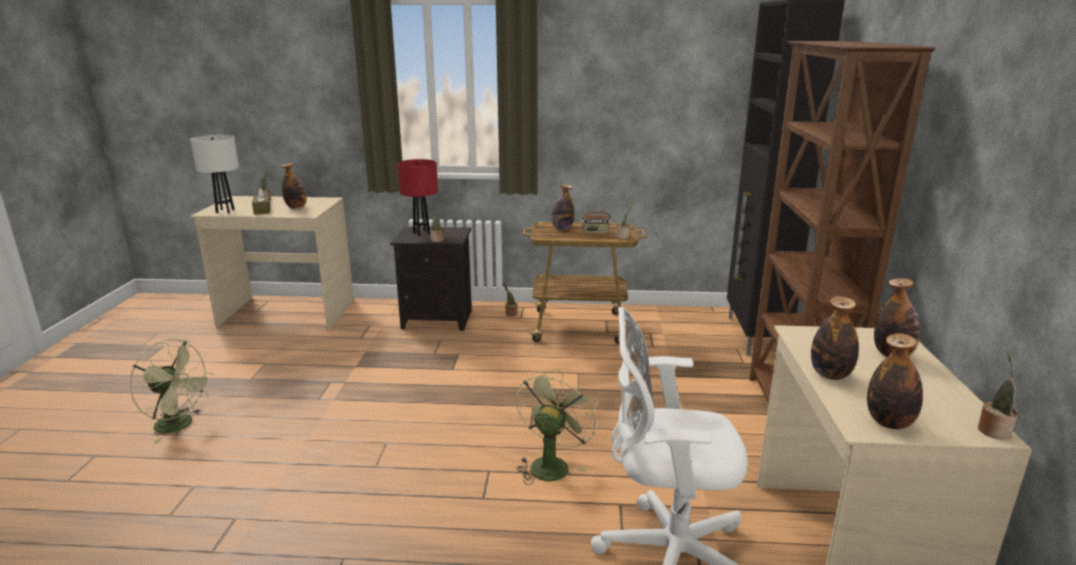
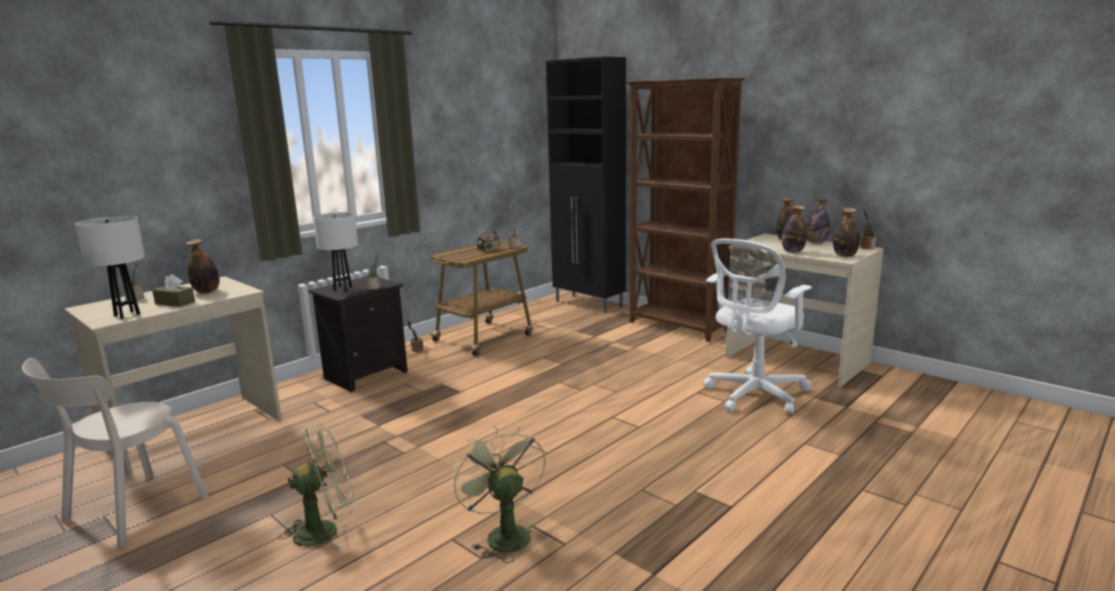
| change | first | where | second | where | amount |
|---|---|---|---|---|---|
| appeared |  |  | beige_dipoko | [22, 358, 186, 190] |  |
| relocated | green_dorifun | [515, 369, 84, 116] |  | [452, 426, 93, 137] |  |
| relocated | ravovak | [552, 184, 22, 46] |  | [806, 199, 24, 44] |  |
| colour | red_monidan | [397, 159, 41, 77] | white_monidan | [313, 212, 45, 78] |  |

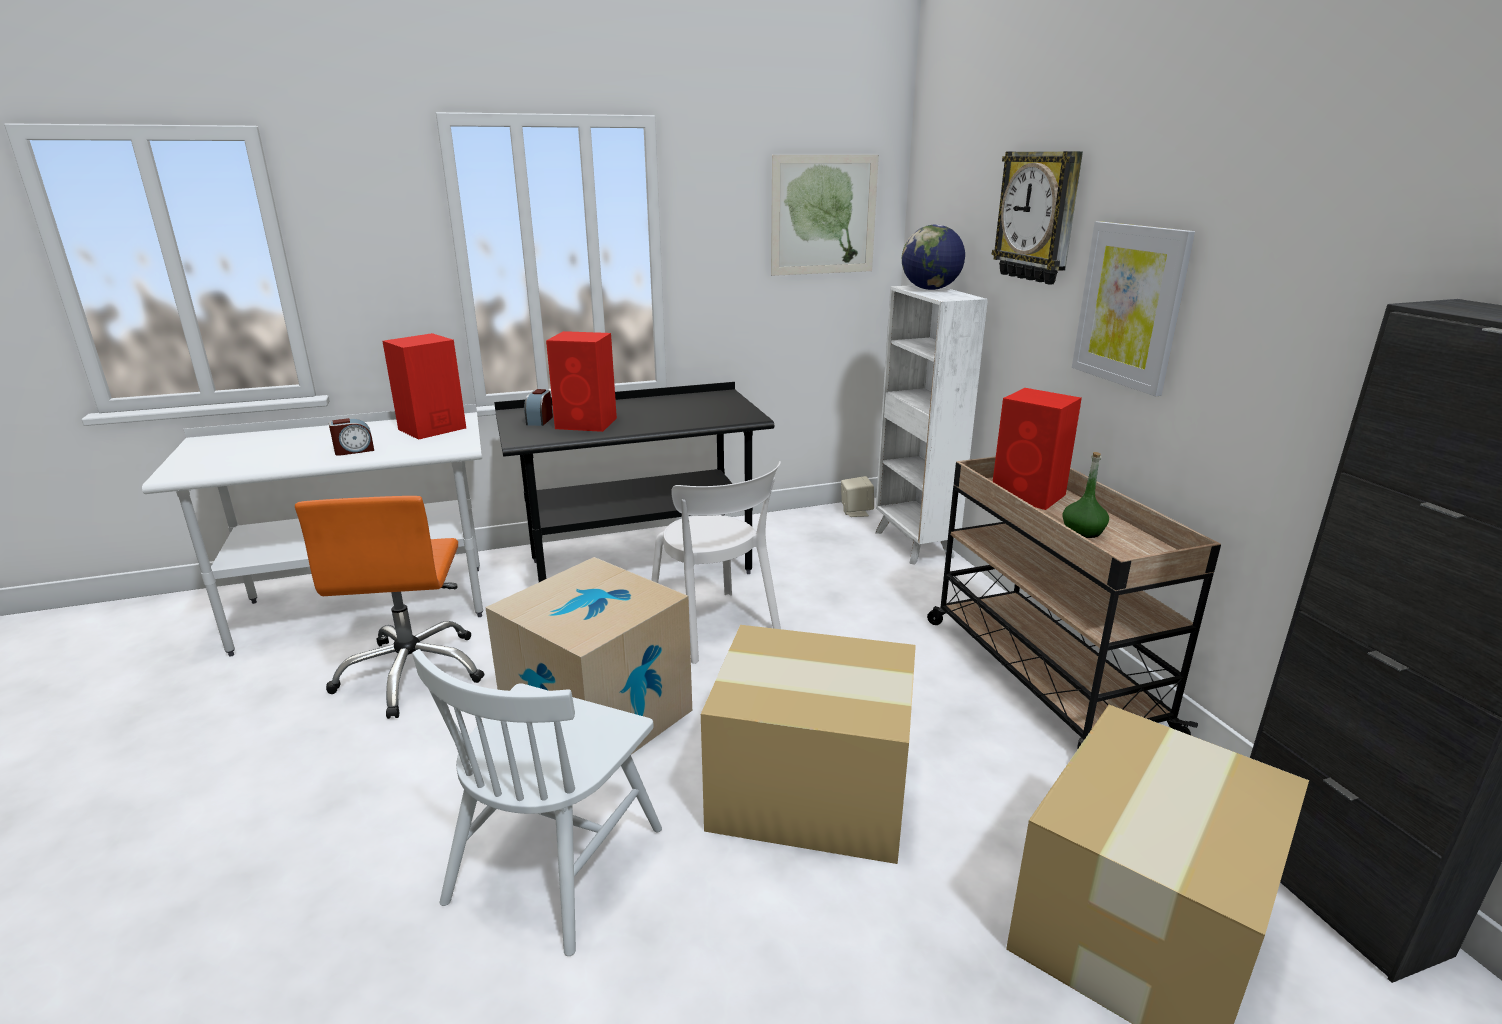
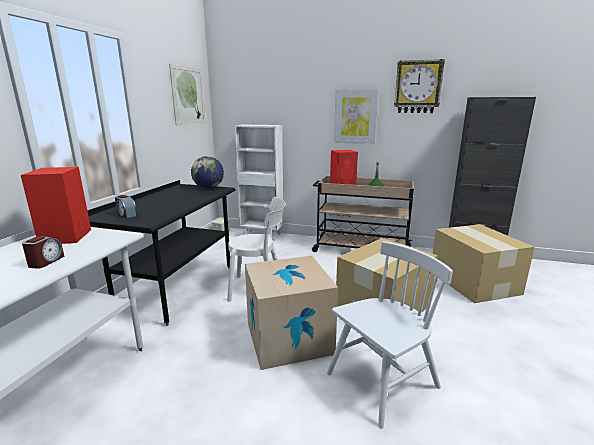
| change | first | where | second | where | amount |
|---|---|---|---|---|---|
| missing | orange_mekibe | [295, 496, 189, 223] |  |  |  |
| missing | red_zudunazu | [546, 331, 71, 101] |  |  |  |
| relocated | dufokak | [902, 225, 63, 65] |  | [191, 156, 33, 33] |  |
| relocated | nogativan | [992, 151, 91, 134] |  | [394, 59, 51, 54] |  |
| spun | white_dipoko | [412, 649, 250, 307] |  | [327, 241, 126, 187] | 90 degrees counterclockwise |

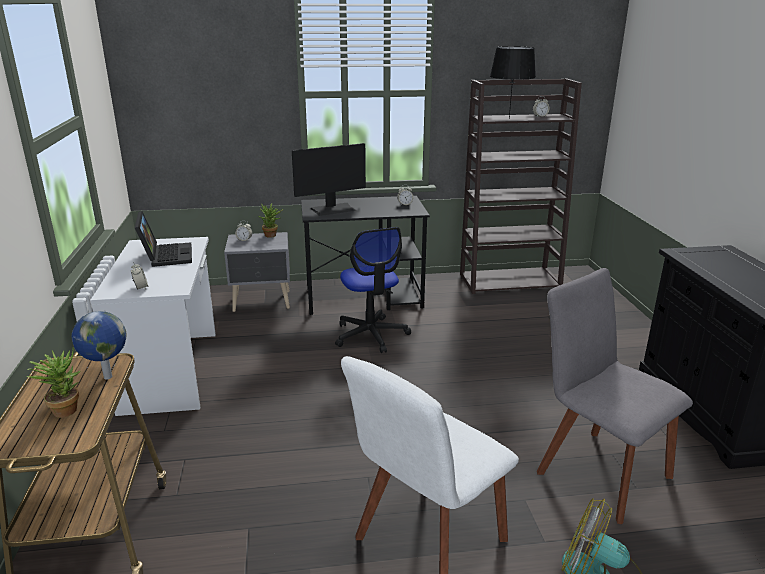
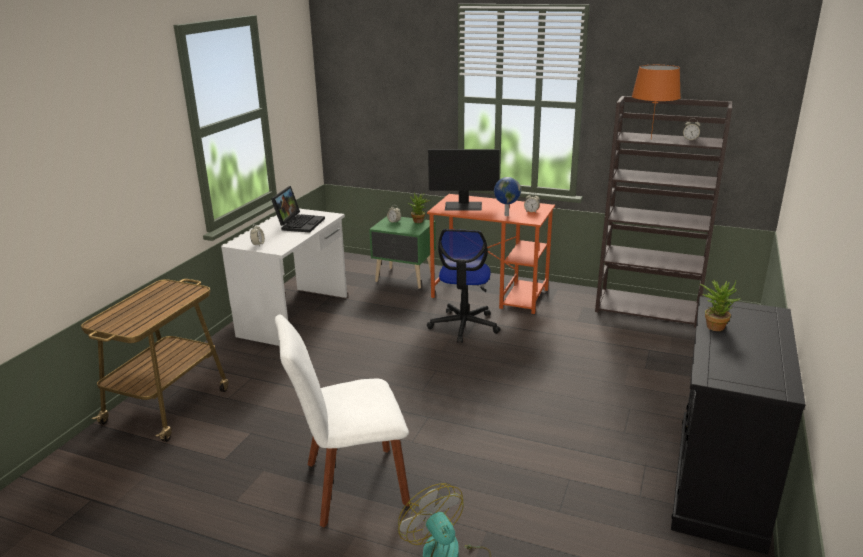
| change | first | where | second | where | amount |
|---|---|---|---|---|---|
| missing | grey_dipoko | [537, 268, 156, 256] |  |  |  |
| relocated | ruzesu | [27, 347, 53, 71] |  | [700, 279, 40, 52] |  |
| relocated | dufokak | [72, 311, 55, 69] |  | [494, 177, 27, 39] |  |
| colour | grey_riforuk | [224, 232, 66, 80] | green_riforuk | [369, 216, 67, 73] |  |
| colour | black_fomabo | [301, 196, 129, 119] | orange_fomabo | [427, 194, 128, 120] |  |
| colour | black_monidan | [490, 46, 46, 73] | orange_monidan | [632, 65, 49, 74] |  |

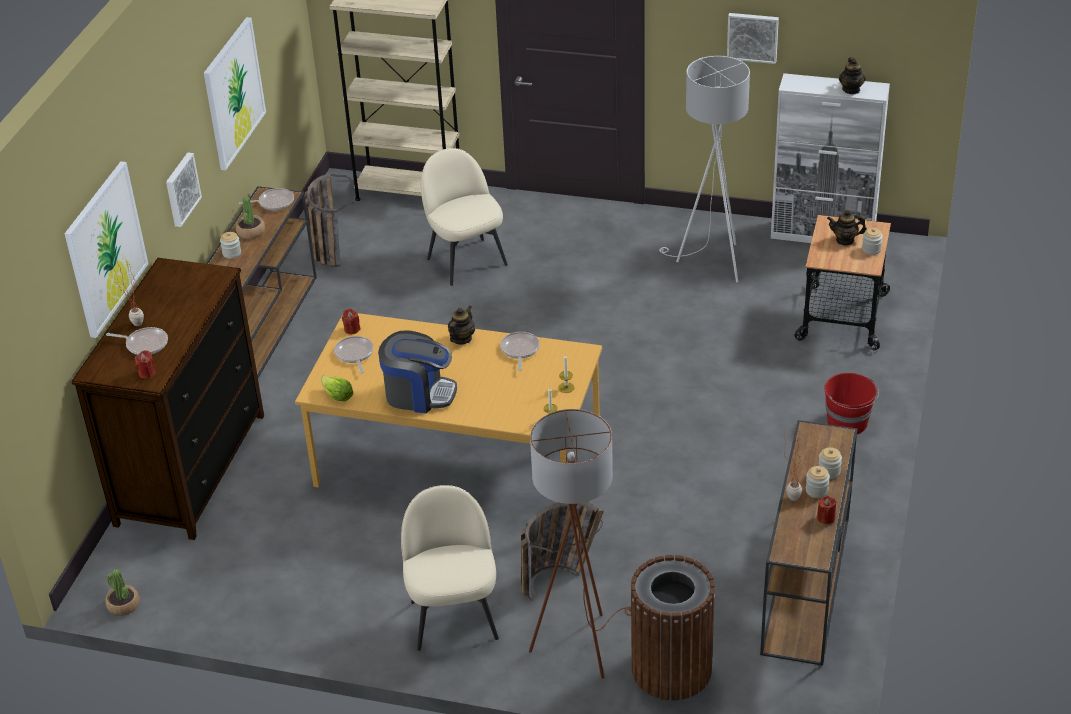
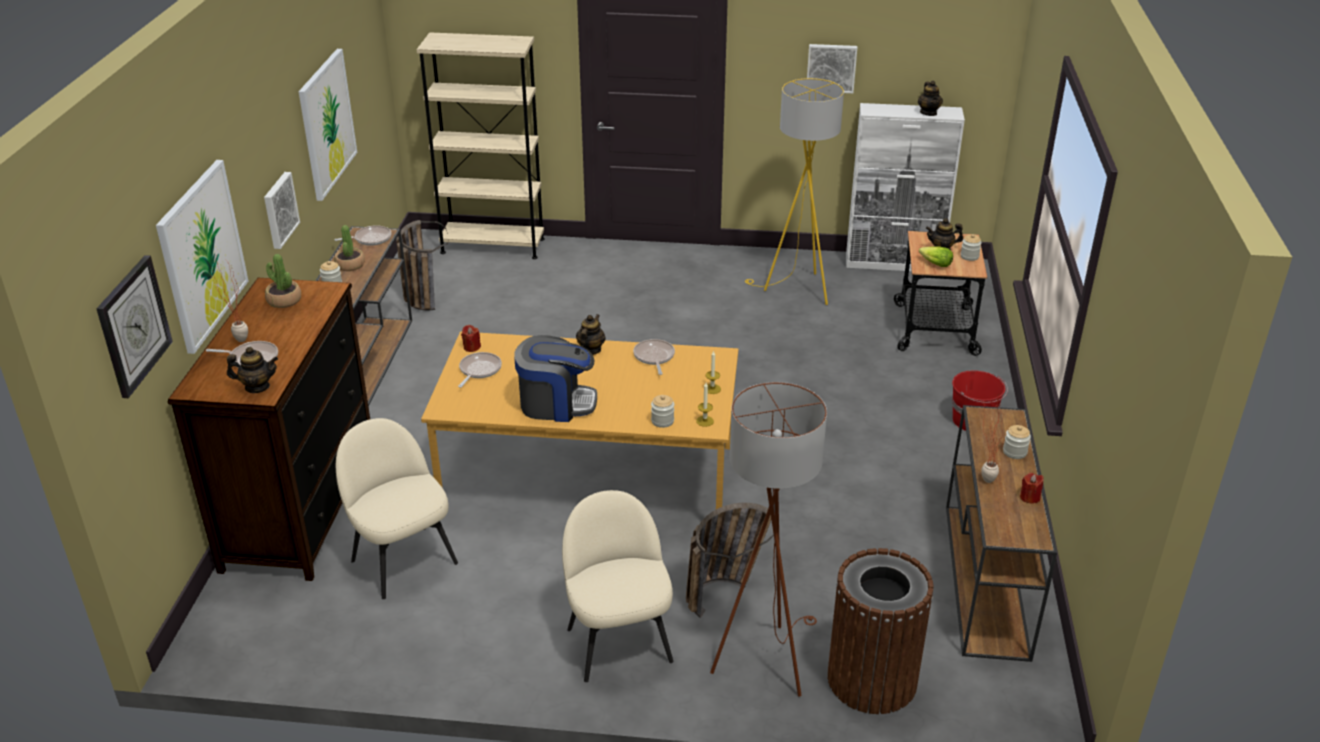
| change | first | where | second | where | amount |
|---|---|---|---|---|---|
| appeared |  |  | nogativan | [96, 255, 77, 143] |  |
| relocated | ruzesu | [105, 569, 35, 47] |  | [265, 254, 36, 54] |  |
| relocated | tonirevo | [321, 376, 32, 26] |  | [919, 246, 34, 21] |  |
| relocated | beige_dipoko | [421, 148, 87, 138] |  | [336, 418, 122, 181] |  |
| relocated | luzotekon | [806, 466, 24, 32] |  | [651, 395, 23, 33] |  |
| exchanged | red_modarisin | [135, 350, 21, 29] | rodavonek | [227, 347, 51, 46] |  |
| colour | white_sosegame | [659, 55, 91, 227] | yellow_sosegame | [745, 78, 99, 227] |  |
| spun | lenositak | [334, 336, 40, 37] |  | [458, 352, 44, 36] | 45 degrees clockwise |

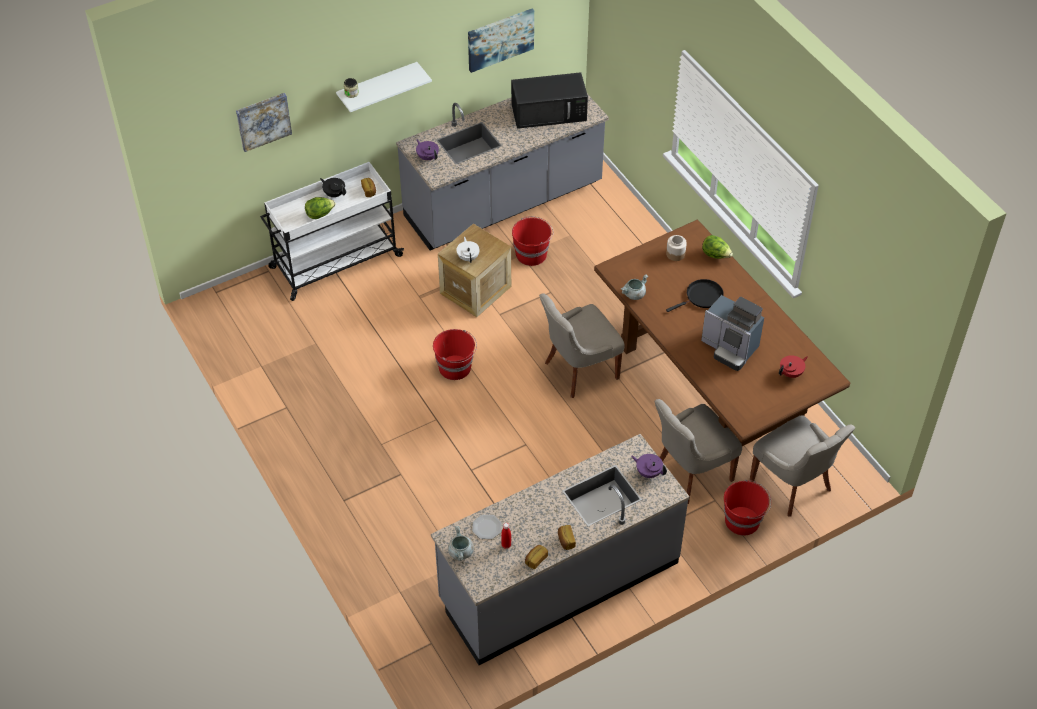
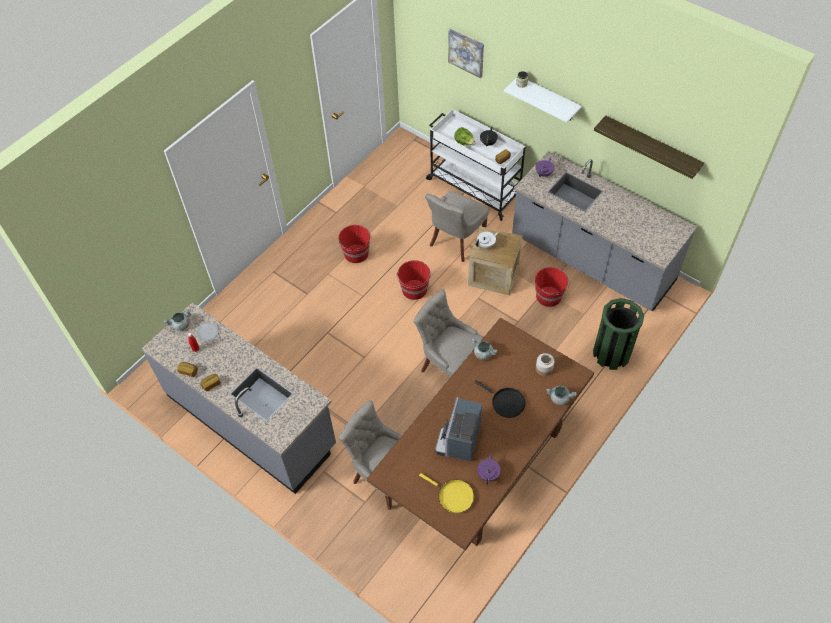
| change | first | where | second | where | amount |
|---|---|---|---|---|---|
| missing | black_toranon | [511, 72, 77, 57] |  |  |  |
| appeared |  |  | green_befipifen | [593, 298, 51, 72] |  |
| relocated | purple_rodavonek | [631, 454, 36, 24] |  | [477, 453, 24, 32] |  |
| relocated | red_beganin | [724, 480, 47, 55] |  | [338, 225, 33, 38] |  |
| relocated | grey_dipoko | [750, 415, 105, 102] |  | [425, 191, 64, 71] |  |
| exchanged | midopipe | [468, 9, 66, 64] | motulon | [594, 116, 110, 63] |  |
| exchanged | tonirevo | [702, 235, 31, 24] | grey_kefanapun | [546, 386, 31, 19] |  |
| exchanged | red_rodavonek | [779, 355, 29, 23] | yellow_lenositak | [419, 473, 55, 40] |  |

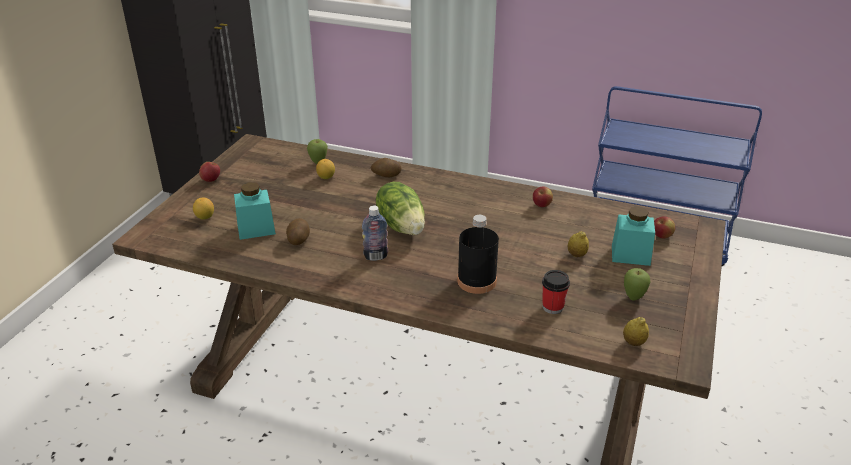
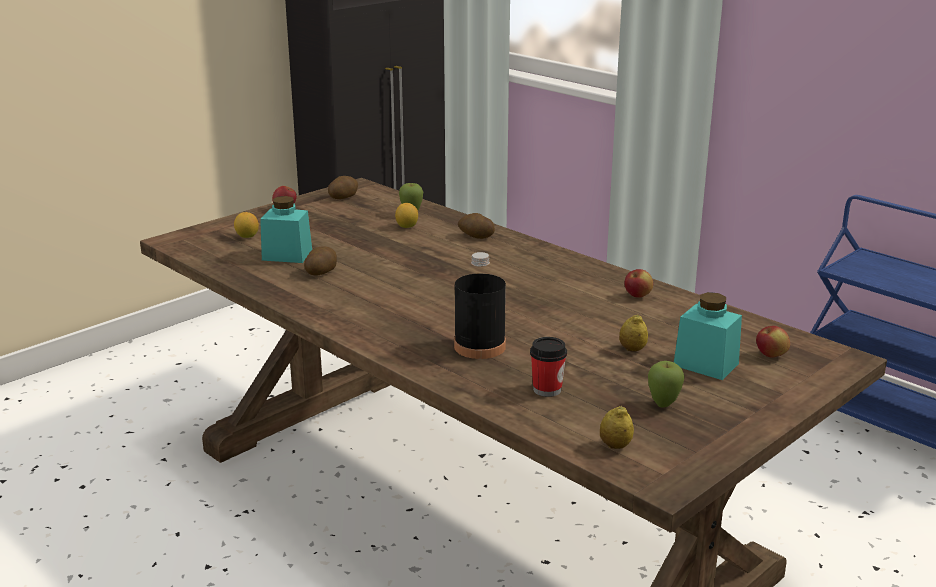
| change | first | where | second | where | amount |
|---|---|---|---|---|---|
| missing | ravovak | [362, 206, 26, 55] |  |  |  |
| missing | tonirevo | [376, 182, 49, 53] |  |  |  |
| appeared |  |  | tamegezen | [328, 176, 30, 23] |  |

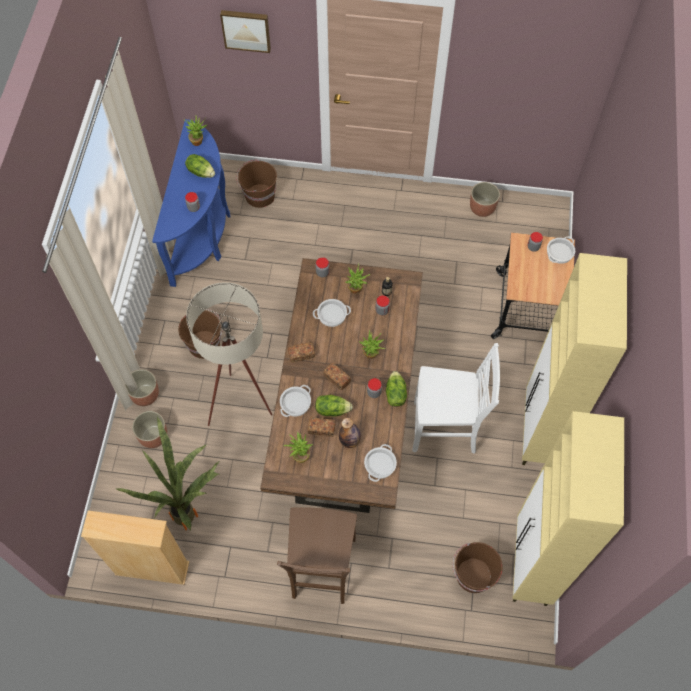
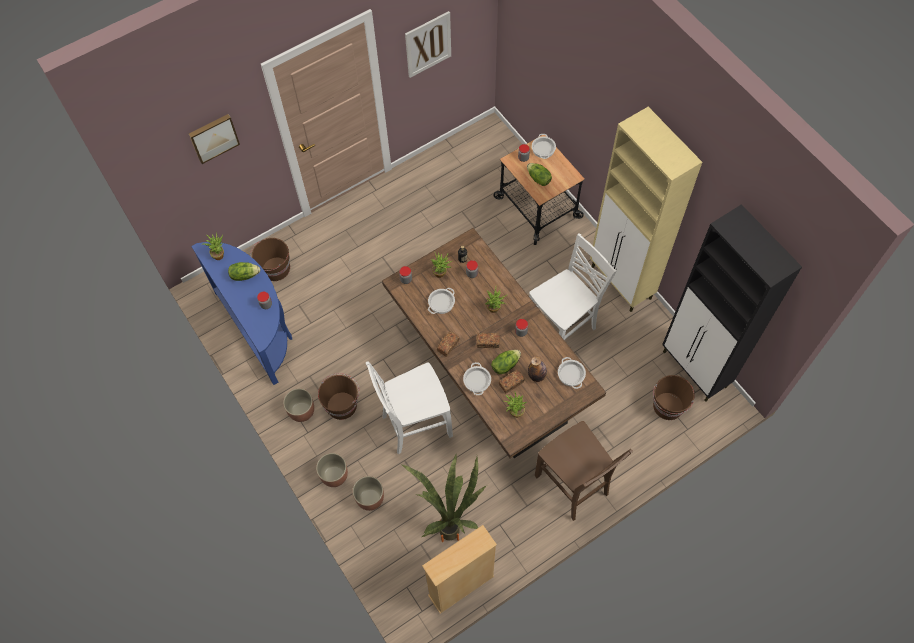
| change | first | where | second | where | amount |
|---|---|---|---|---|---|
| appeared |  |  | midopipe | [405, 11, 46, 67] |  |
| relocated | tonirevo | [386, 371, 21, 36] |  | [527, 163, 25, 23] |  |
| relocated | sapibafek | [470, 182, 30, 35] |  | [283, 388, 31, 34] |  |
| exchanged | beige_sosegame | [186, 282, 87, 144] | white_dipoko | [366, 361, 87, 93] |  |
| colour | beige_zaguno | [513, 411, 111, 195] | black_zaguno | [662, 204, 140, 198] |  |

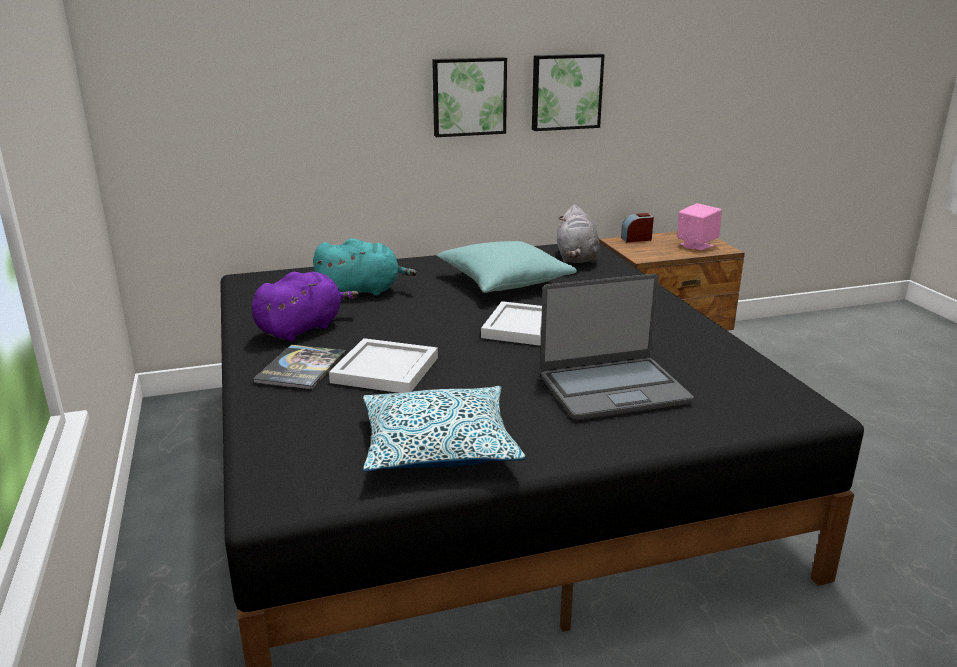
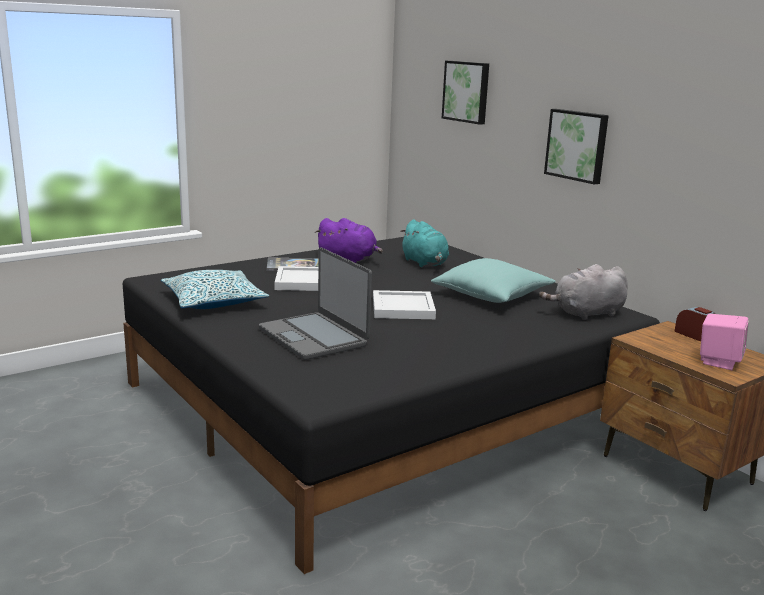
| change | first | where | second | where | amount |
|---|---|---|---|---|---|
| relocated | midopipe | [532, 54, 73, 77] |  | [442, 61, 47, 64] |  |

